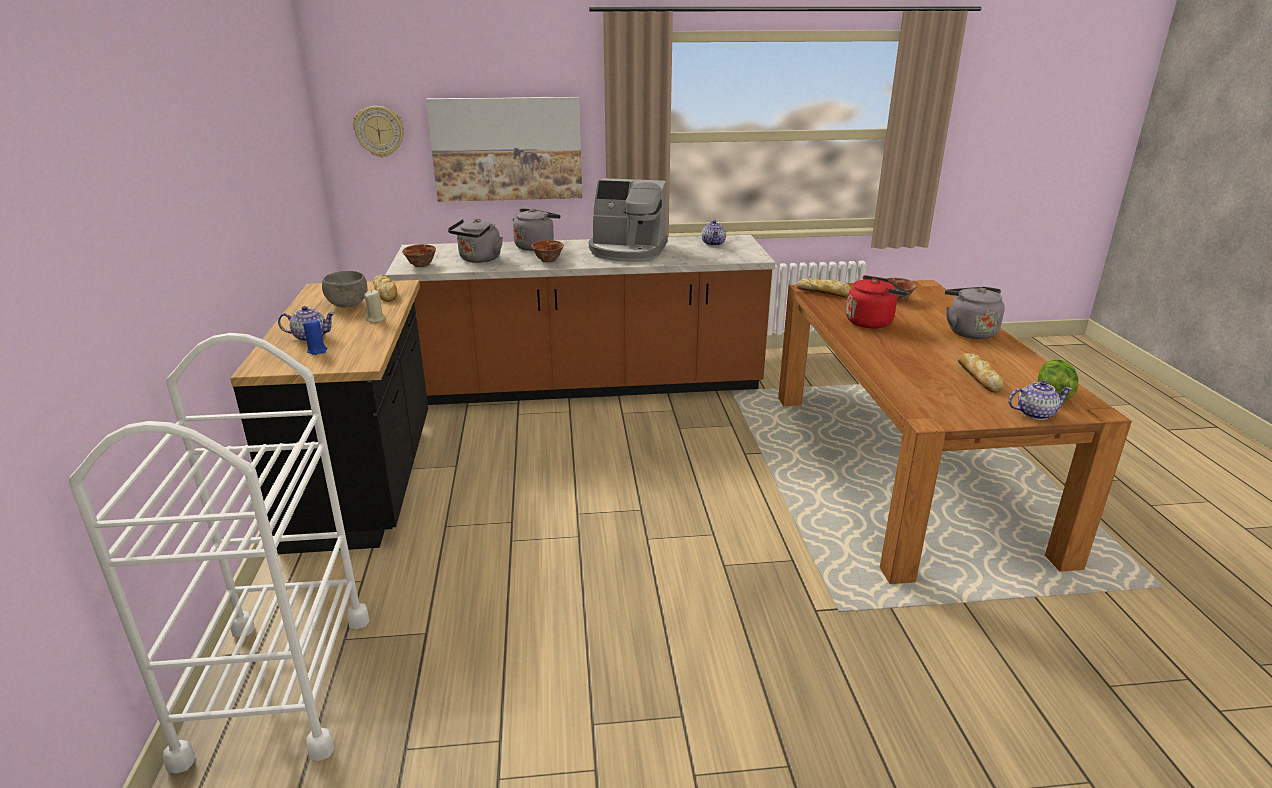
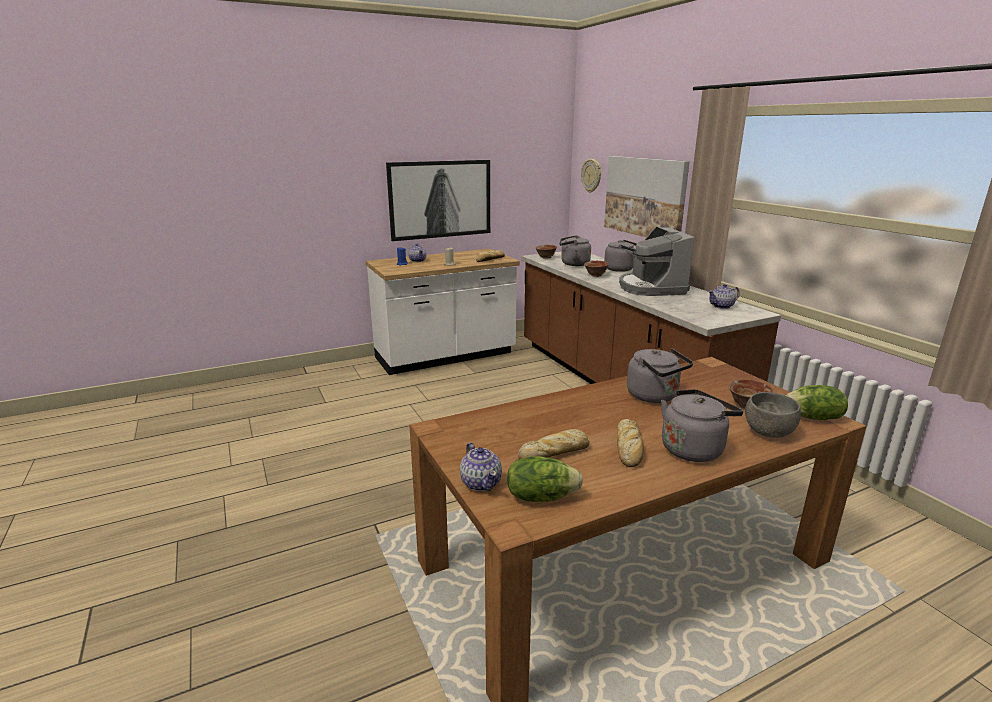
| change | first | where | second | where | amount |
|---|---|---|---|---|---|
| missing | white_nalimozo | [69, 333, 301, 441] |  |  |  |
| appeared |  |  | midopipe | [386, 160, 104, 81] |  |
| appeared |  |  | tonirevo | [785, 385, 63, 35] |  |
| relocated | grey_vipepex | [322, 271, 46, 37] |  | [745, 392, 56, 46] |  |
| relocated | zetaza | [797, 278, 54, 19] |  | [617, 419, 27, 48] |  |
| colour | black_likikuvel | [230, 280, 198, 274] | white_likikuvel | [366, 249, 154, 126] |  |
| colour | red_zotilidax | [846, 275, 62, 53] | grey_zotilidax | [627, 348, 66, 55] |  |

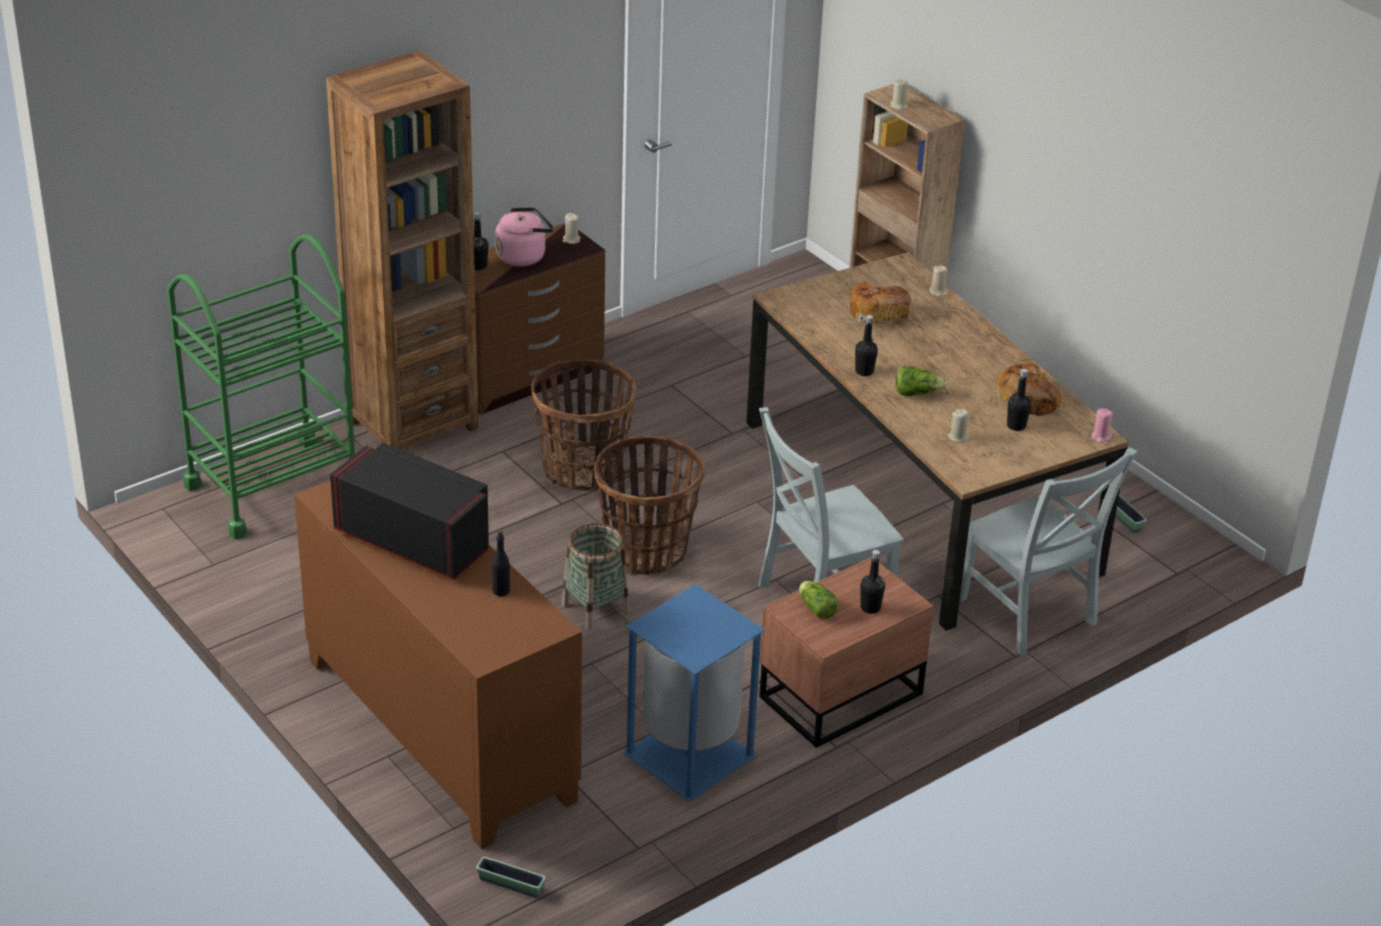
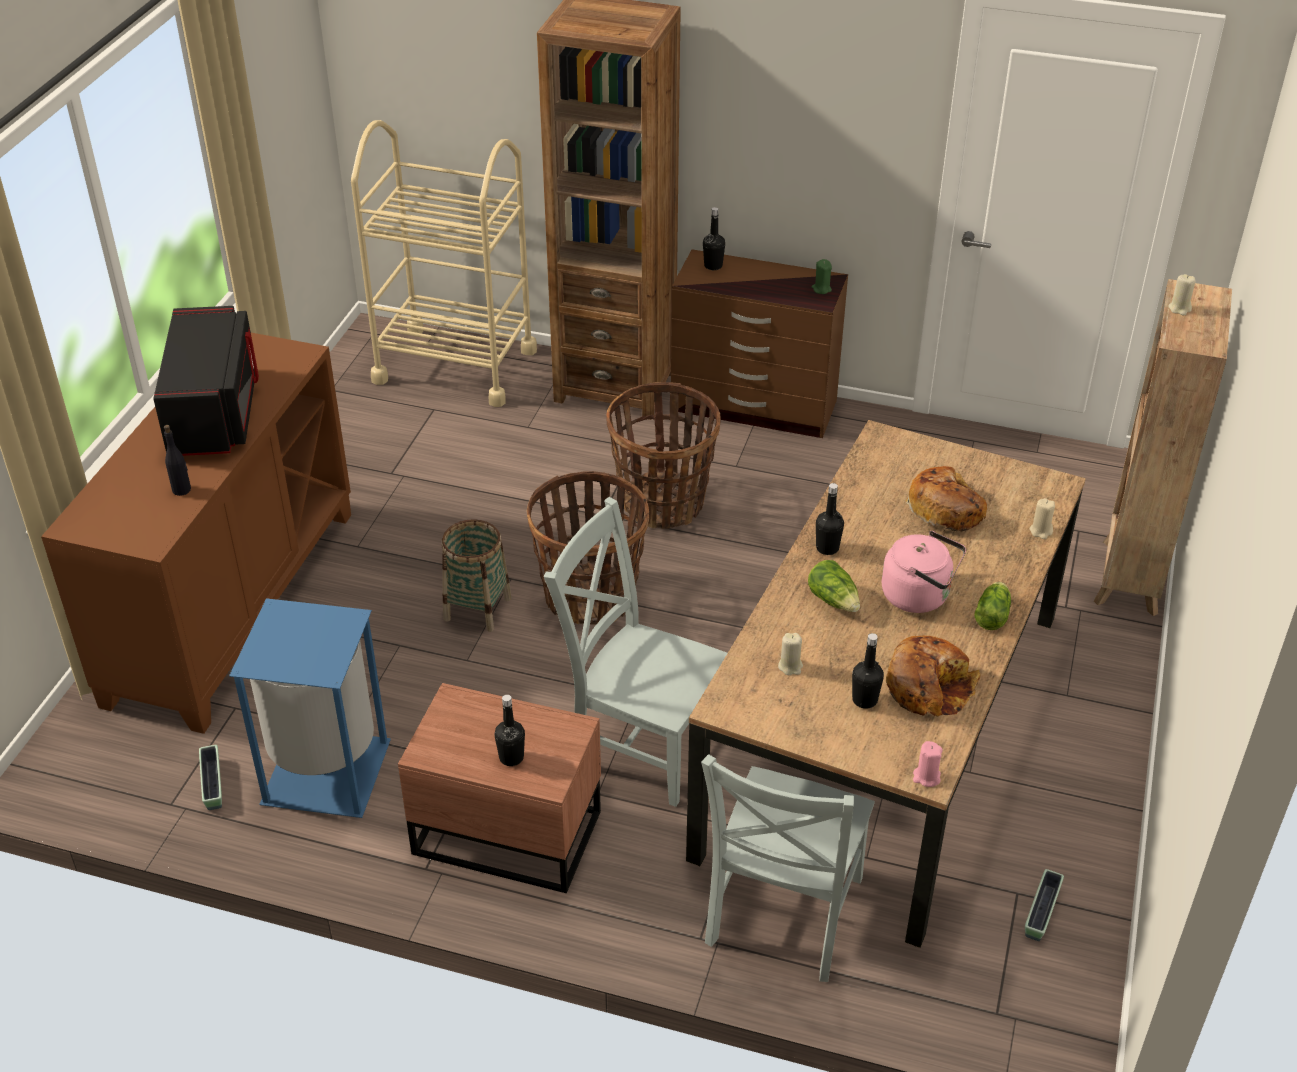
| change | first | where | second | where | amount |
|---|---|---|---|---|---|
| relocated | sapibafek | [476, 857, 70, 41] |  | [199, 745, 23, 65] |  |
| relocated | pink_zotilidax | [495, 207, 59, 60] |  | [882, 531, 84, 82] |  |
| relocated | tonirevo | [799, 581, 39, 38] |  | [974, 582, 37, 48] |  |
| colour | green_nalimozo | [167, 234, 188, 305] | beige_nalimozo | [351, 120, 186, 287] |  |
| colour | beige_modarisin | [563, 213, 18, 31] | green_modarisin | [812, 259, 20, 35] |  |

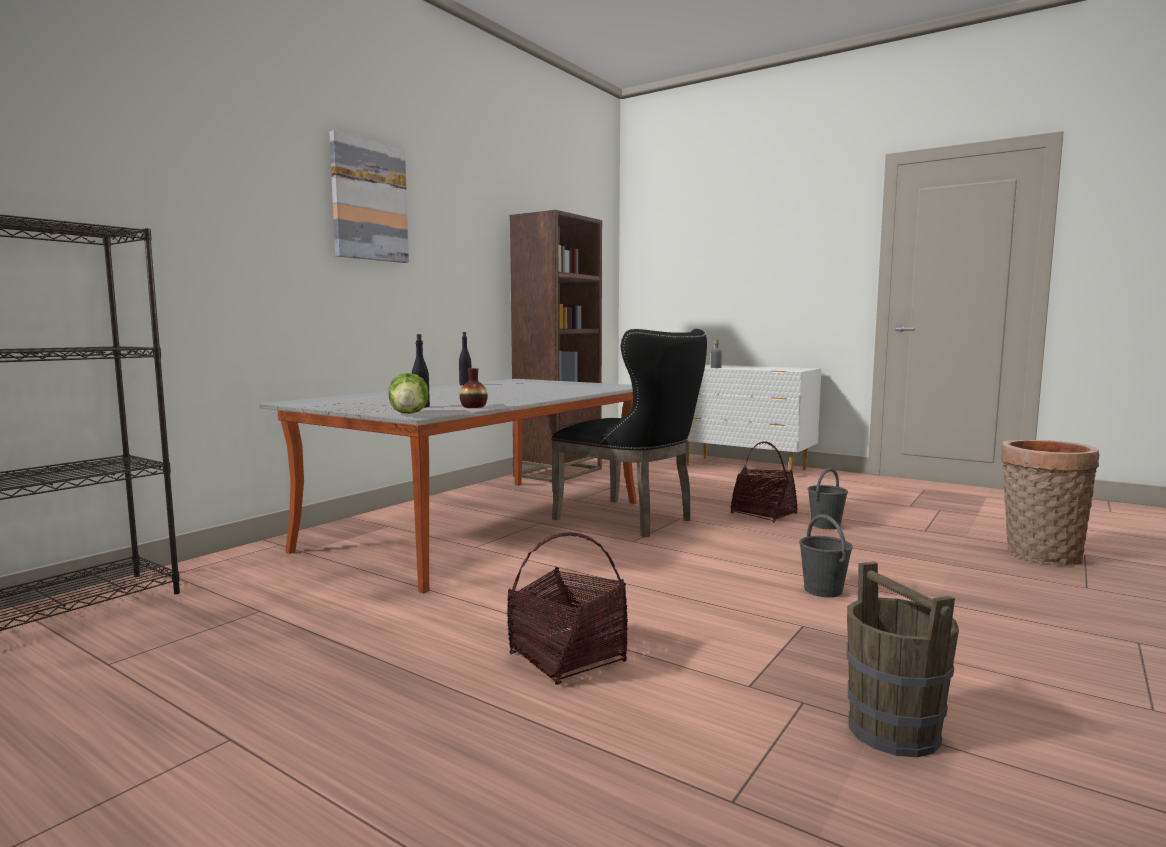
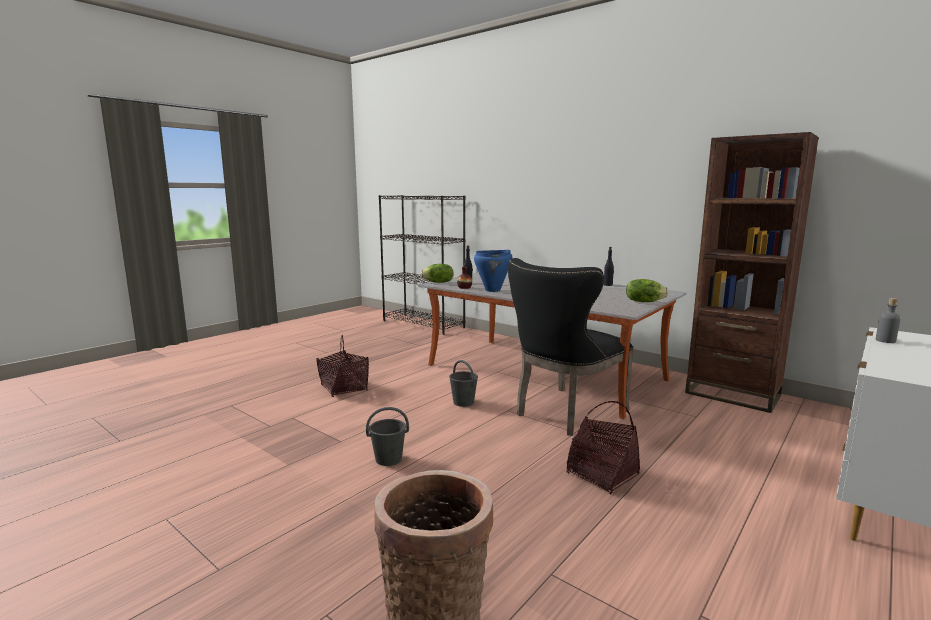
| change | first | where | second | where | amount |
|---|---|---|---|---|---|
| missing | midopipe | [329, 130, 80, 133] |  |  |  |
| missing | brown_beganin | [847, 561, 112, 196] |  |  |  |
| appeared |  |  | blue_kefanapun | [474, 250, 38, 42] |  |
| appeared |  |  | tonirevo | [626, 279, 43, 23] |  |
| relocated | grey_beganin | [808, 468, 40, 61] |  | [449, 360, 29, 47] |  |

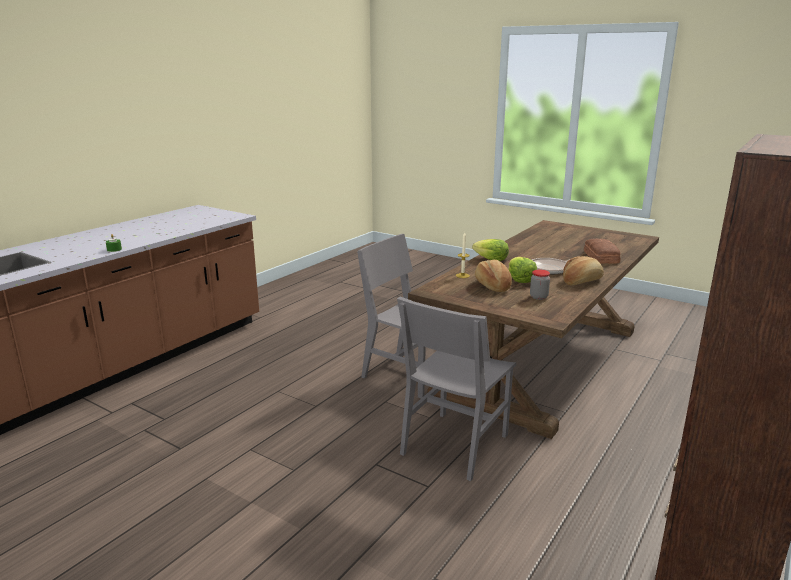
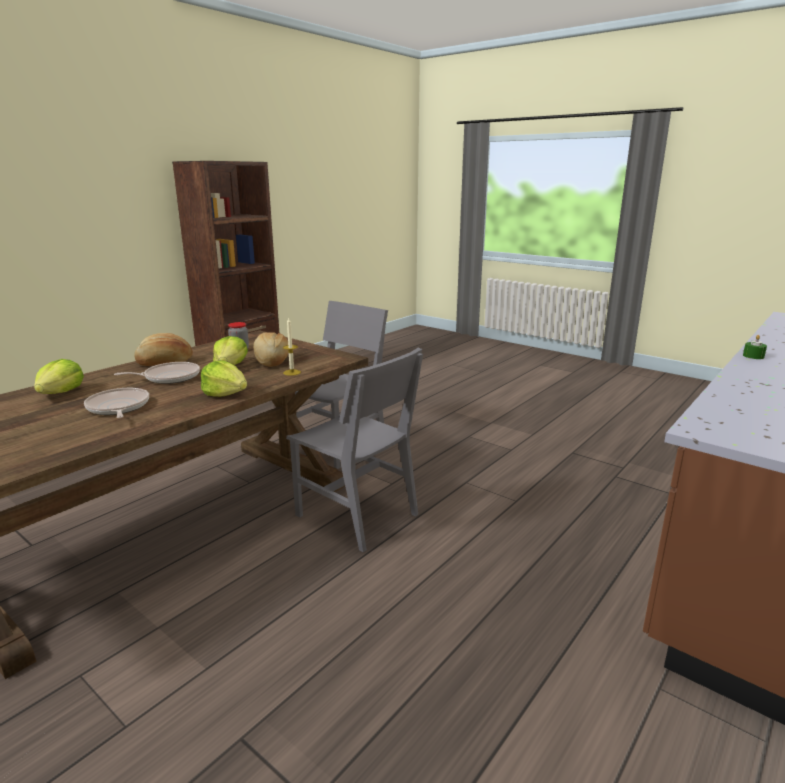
| change | first | where | second | where | amount |
|---|---|---|---|---|---|
| appeared |  |  | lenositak | [84, 388, 65, 30] |  |
| exchanged | zetaza | [584, 239, 36, 24] | tonirevo | [34, 359, 50, 35] |  |

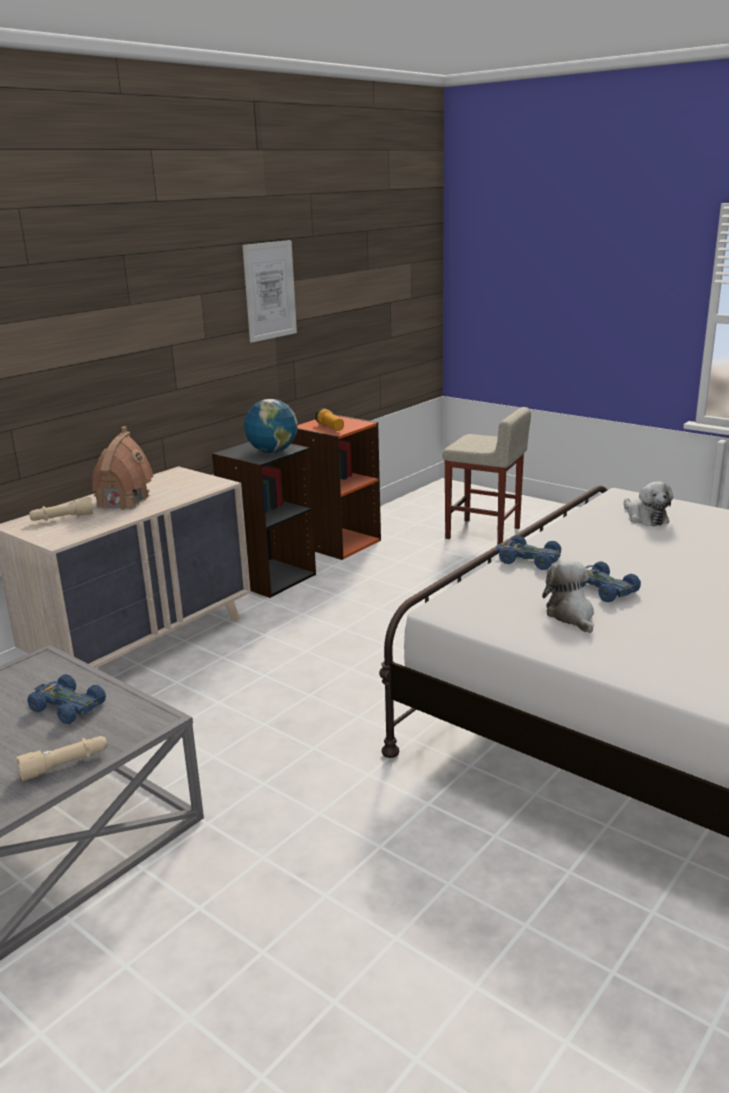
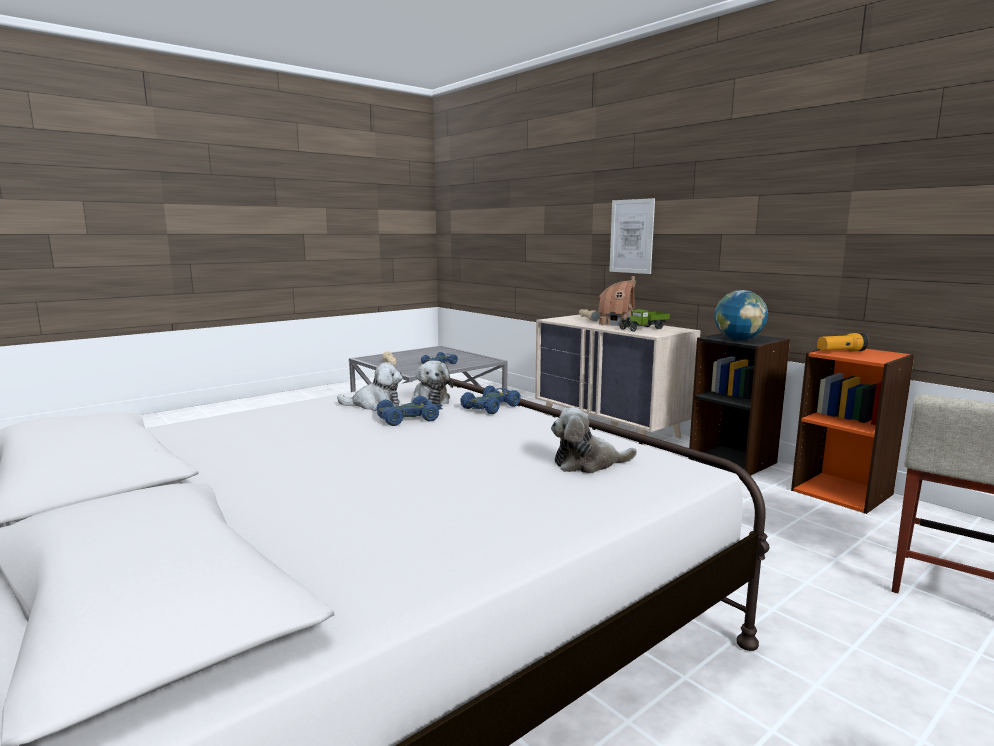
| change | first | where | second | where | amount |
|---|---|---|---|---|---|
| appeared |  |  | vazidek | [412, 361, 42, 43] |  |
| appeared |  |  | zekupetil | [619, 309, 51, 23] |  |
| relocated | midopipe | [242, 240, 55, 103] |  | [609, 198, 46, 76] |  |

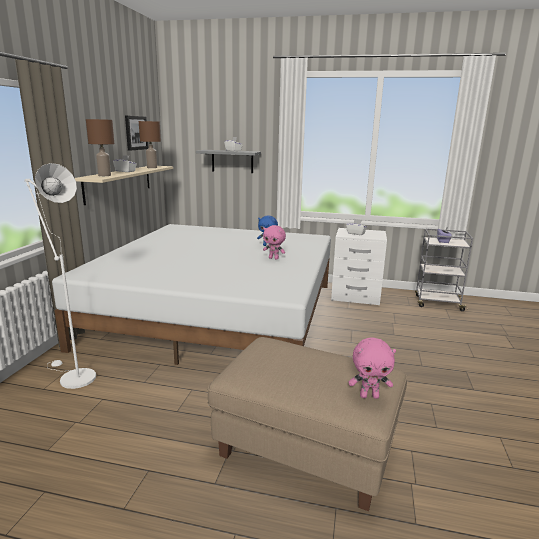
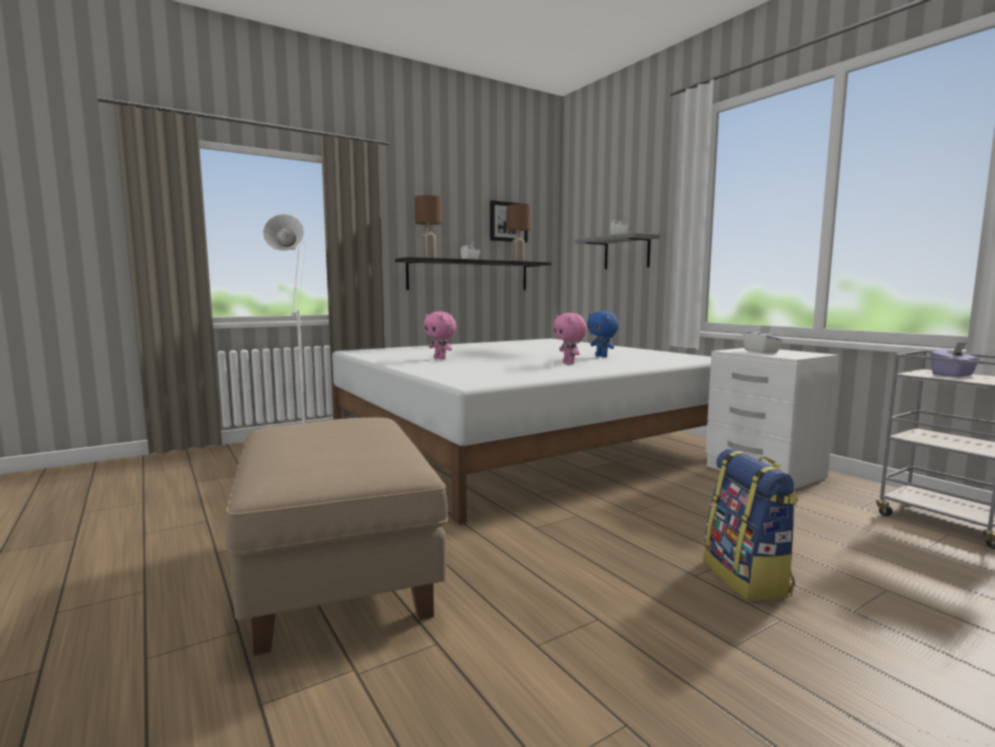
| change | first | where | second | where | amount |
|---|---|---|---|---|---|
| appeared |  |  | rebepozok | [704, 448, 94, 153] |  |
| relocated | pink_vazidek | [348, 337, 48, 62] |  | [424, 311, 32, 49] |  |
| colour | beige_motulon | [75, 166, 98, 39] | black_motulon | [395, 257, 156, 33] |  |

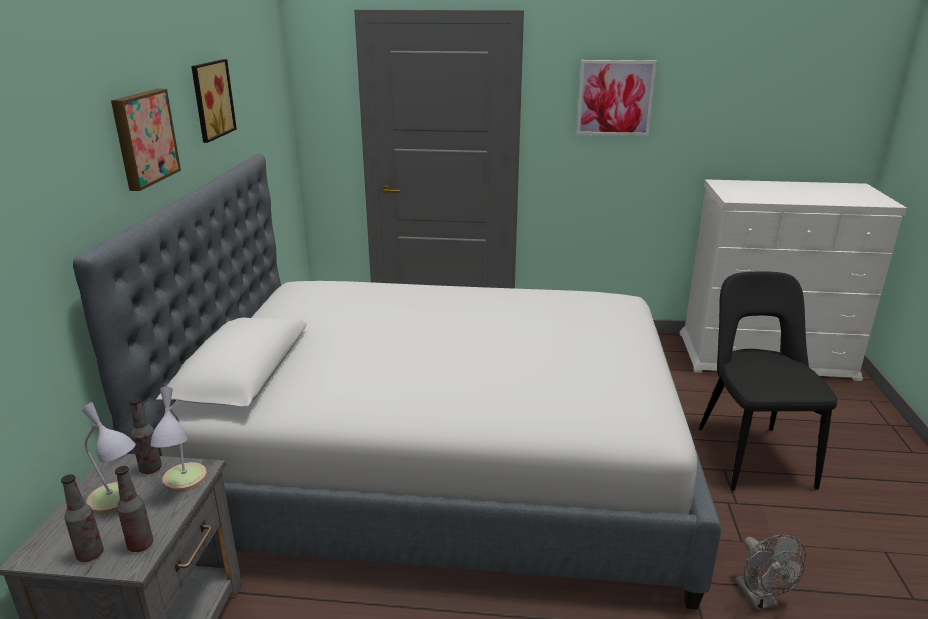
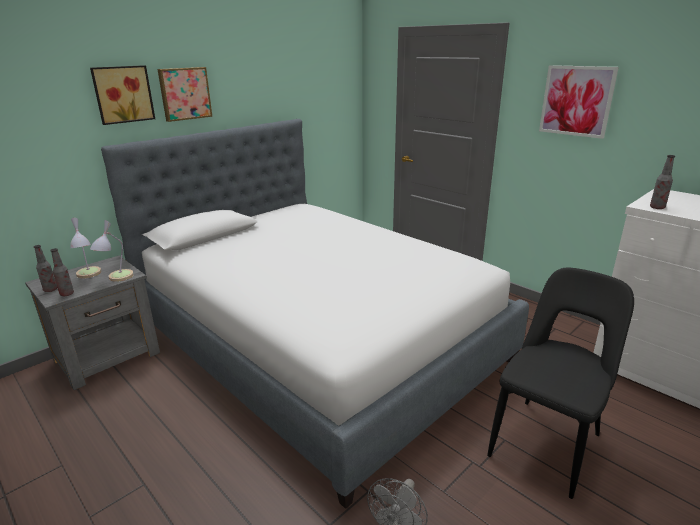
| change | first | where | second | where | amount |
|---|---|---|---|---|---|
| relocated | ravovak | [129, 398, 33, 76] |  | [650, 155, 25, 54] |  |
| relocated | midopipe | [191, 59, 46, 84] |  | [90, 65, 65, 60] |  |

